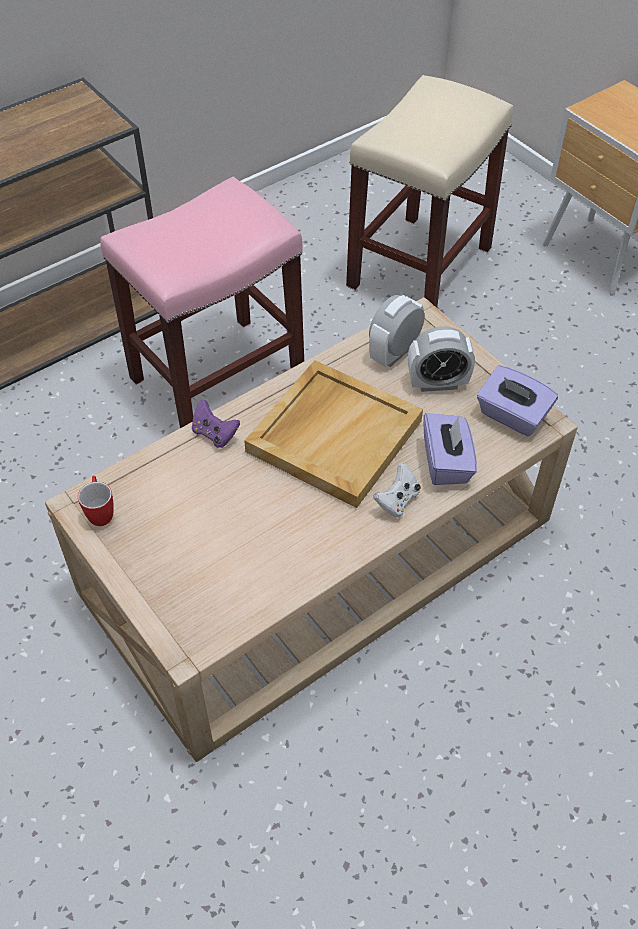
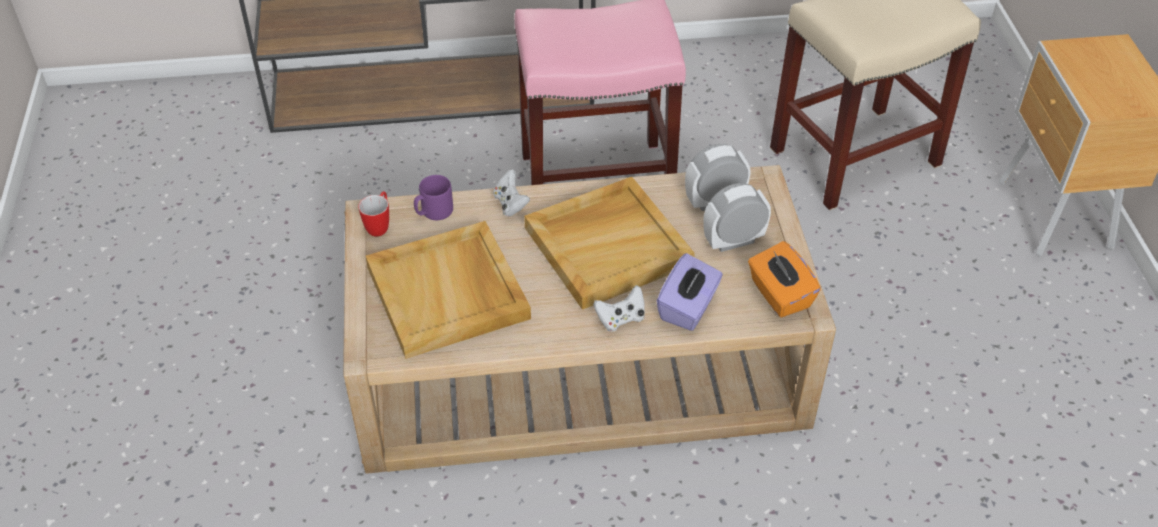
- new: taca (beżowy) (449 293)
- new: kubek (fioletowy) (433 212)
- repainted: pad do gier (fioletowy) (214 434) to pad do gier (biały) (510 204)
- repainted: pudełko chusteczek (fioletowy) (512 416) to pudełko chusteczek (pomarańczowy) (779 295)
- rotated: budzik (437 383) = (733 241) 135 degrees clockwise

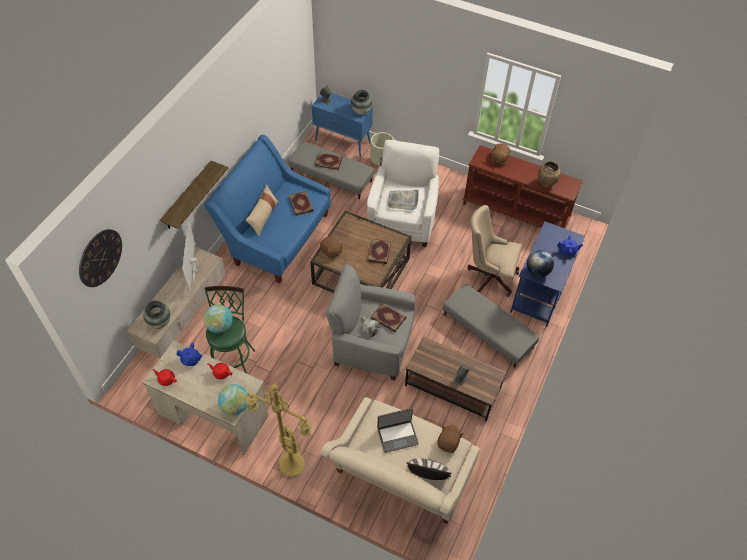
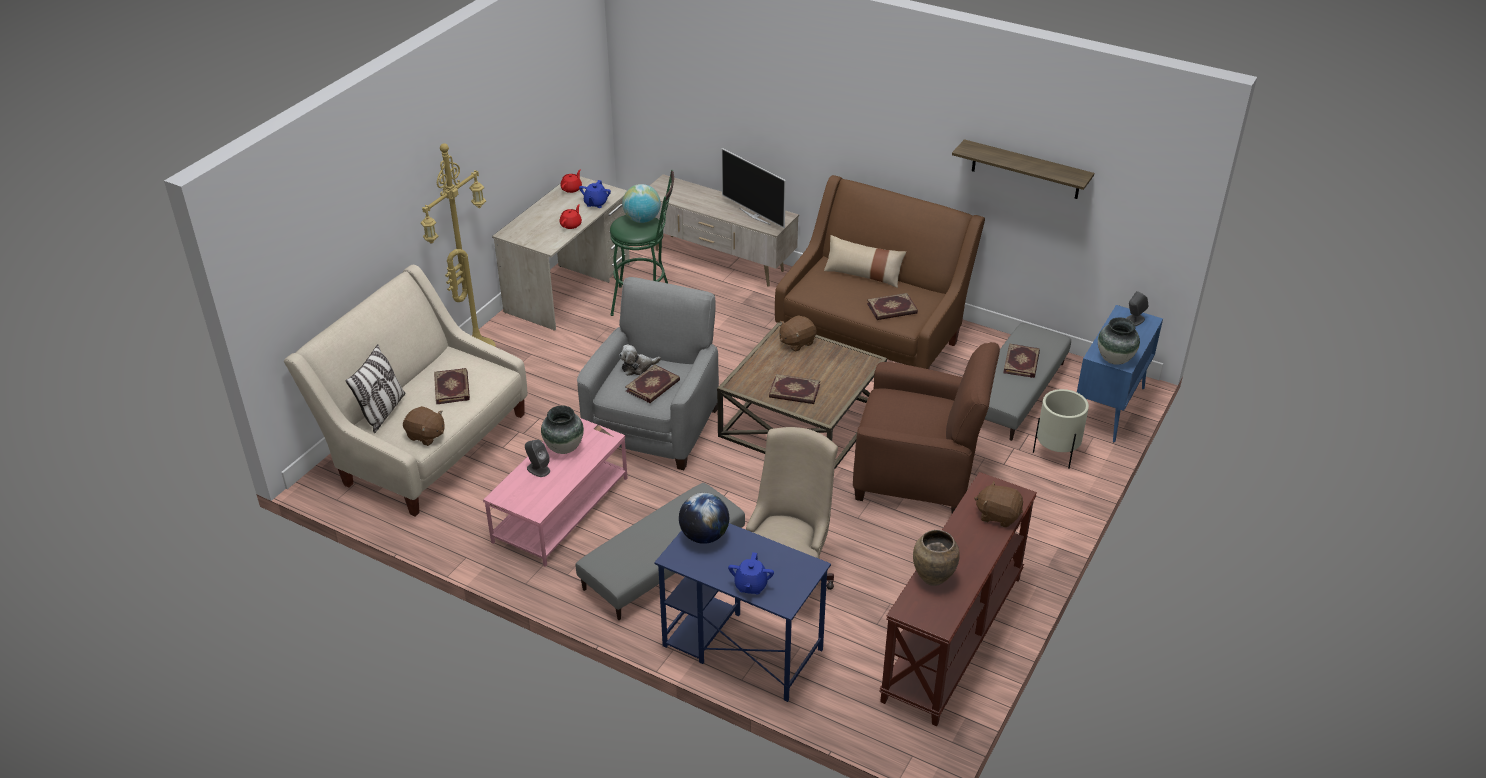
- gone: zegar ścienny (100 258)
- gone: globus (235 406)
- gone: taca (szary) (403 200)
- shifted: wazon (160 322) to (564 448)
- shifted: półka (187 196) to (1026 170)
- swapped: laptop (397 436) to książka (453 388)
- repainted: kanapa (niebieski) (276 237) to kanapa (brązowy) (872 335)
- repainted: fotel (biały) (402 220) to fotel (brązowy) (917 474)
- repainted: ława (brązowy) (452 387) to ława (różowy) (560 509)
- rotated: telewizor (196 270) = (755 216) 135 degrees counterclockwise

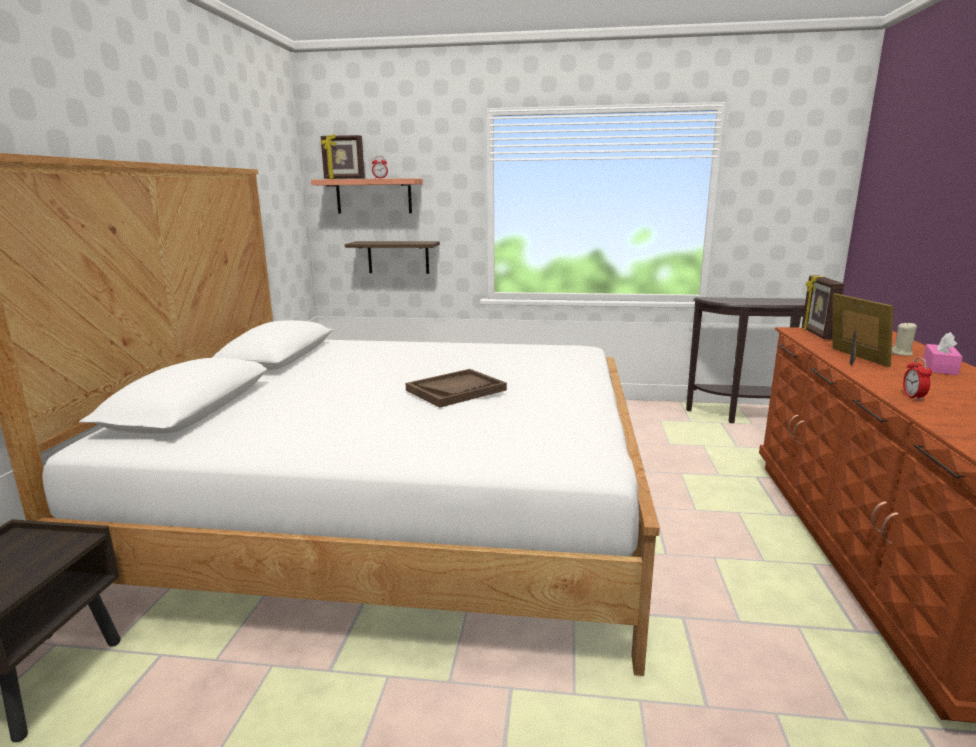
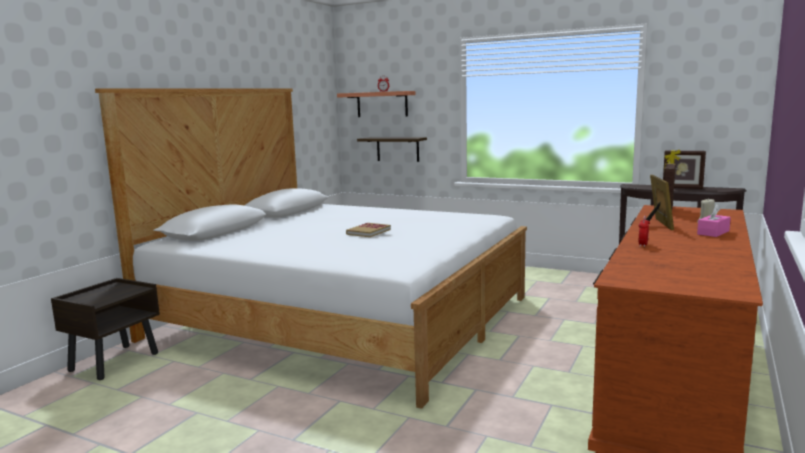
- shifted: ramka na zdjęcie (344 179) to (682 188)
- swapped: taca (brązowy) (456 390) to książka (368 232)

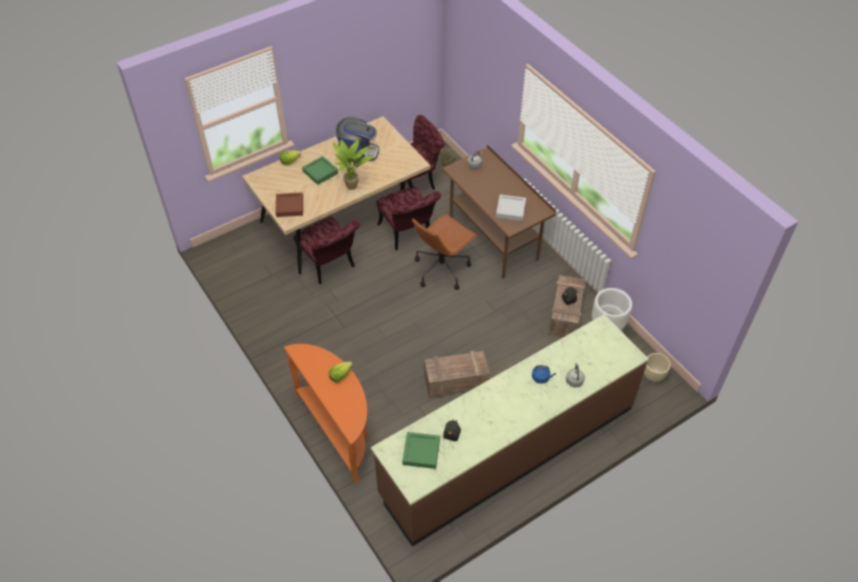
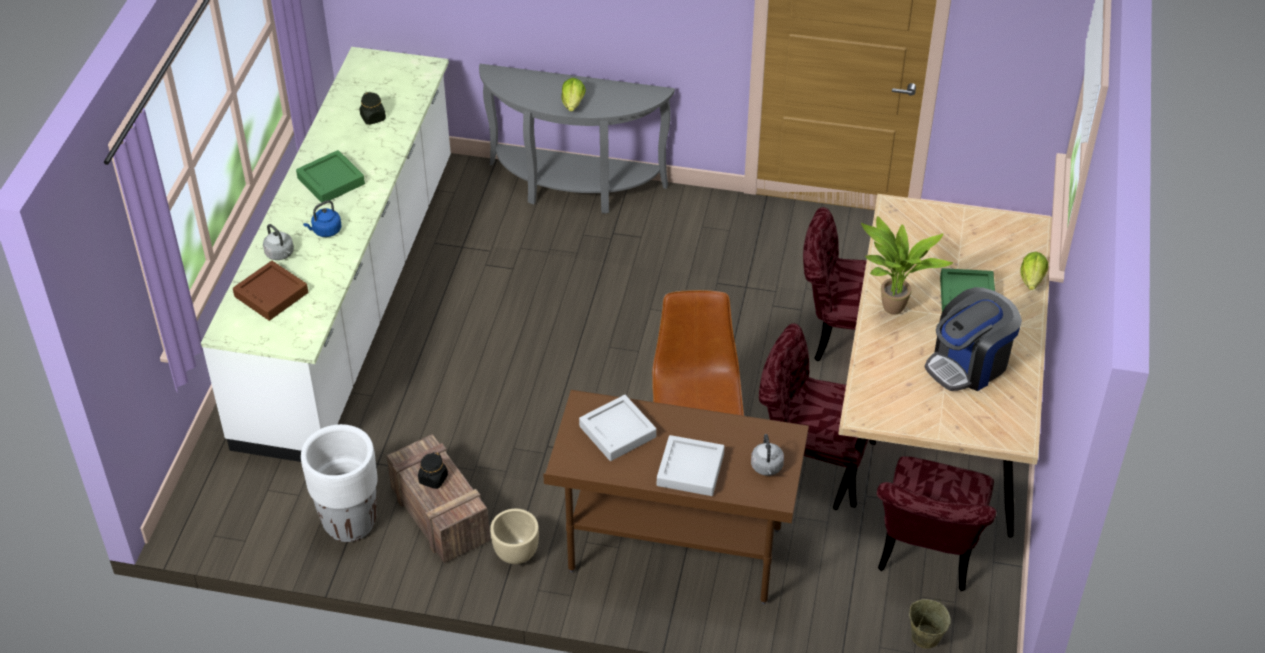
- gone: skrzynka (455 382)
- new: taca (szary) (690 470)
- shifted: taca (brązowy) (289 206) to (271 294)
- shifted: taca (zielony) (421 452) to (331 181)
- shifted: donica (beżowy) (653 376) to (515 554)
- repainted: stolik konsolowy (pomarańczowy) (339 429) to stolik konsolowy (szary) (573 189)
- repainted: zabudowa kuchenna (brązowy) (508 450) to zabudowa kuchenna (biały) (351 298)

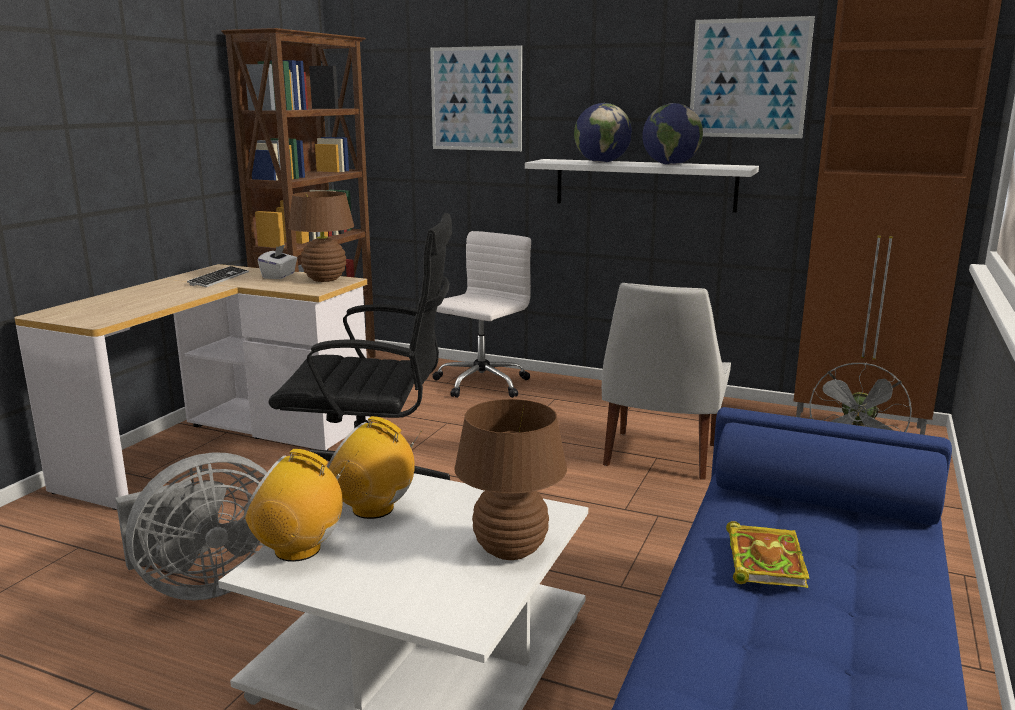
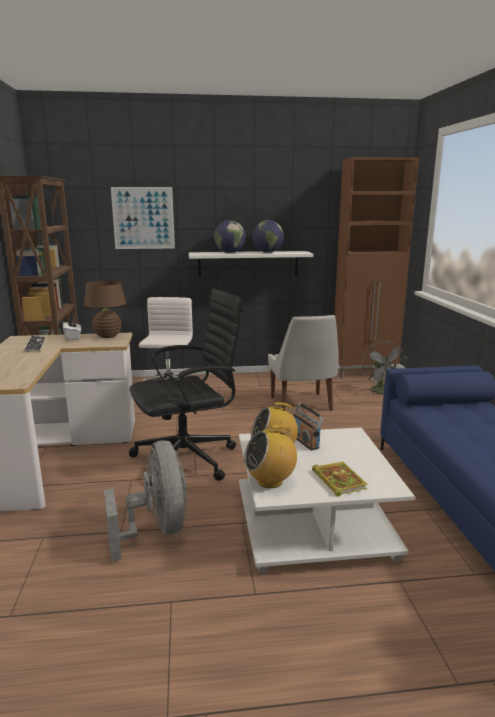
- gone: lampa stołowa (brązowy) (510 550)
- gone: obraz (748 78)
- new: radio (305 441)
- shifted: książka (763 559) to (338 480)
- rotated: wentylator (szary) (205 584) = (157 530) 45 degrees counterclockwise

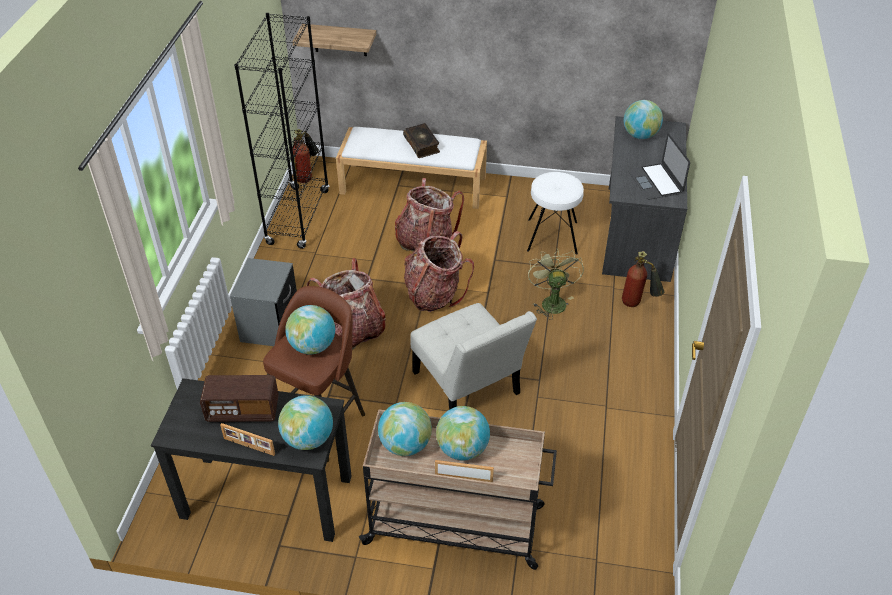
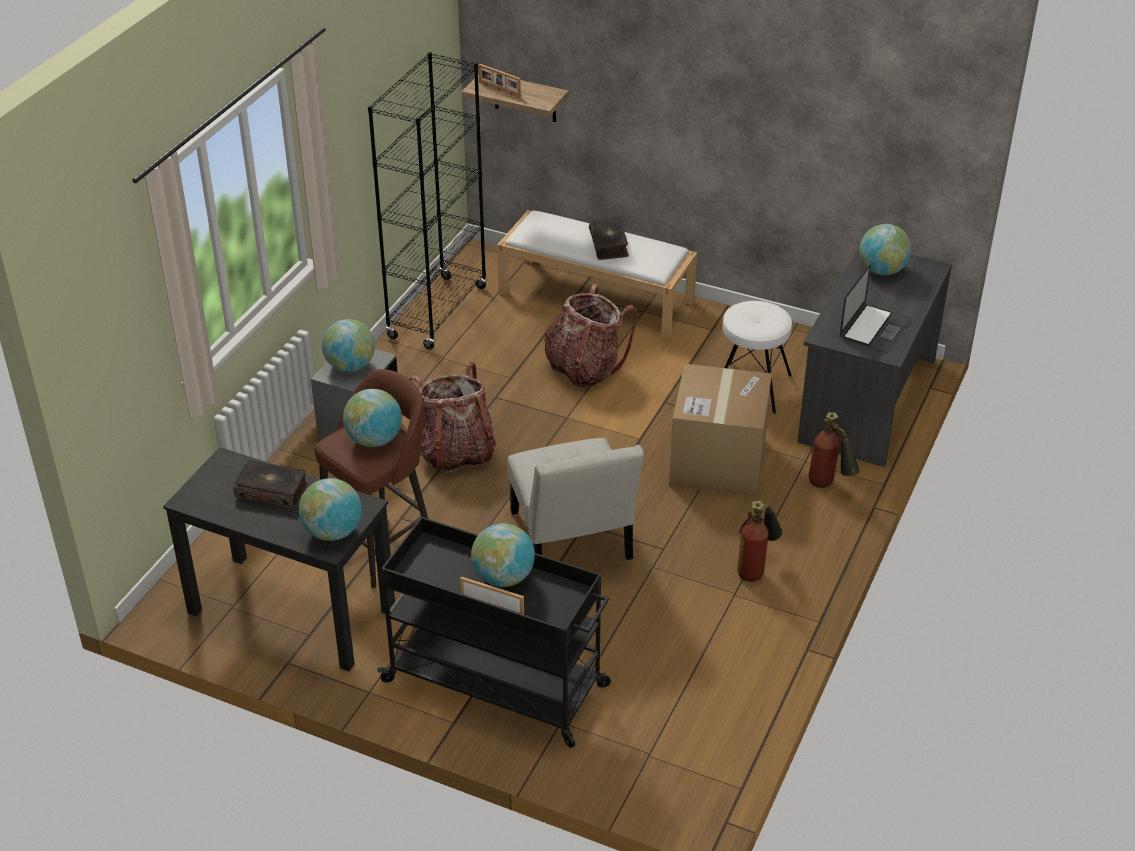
- gone: plecak (434 294)
- shifted: ramka na zdjęcie (249 447) to (499 90)
- shifted: gaśnica (307 175) to (756 568)
- shifted: globus (405 445) to (350 366)
- swapped: radio (243 411) to książka (272 491)
- swapped: wentylator (zielony) (551 301) to karton (717 463)
- repainted: wózek (beżowy) (456 525) to wózek (czarny) (498 684)
- rotated: laptop (655 181) = (874 328) 150 degrees counterclockwise

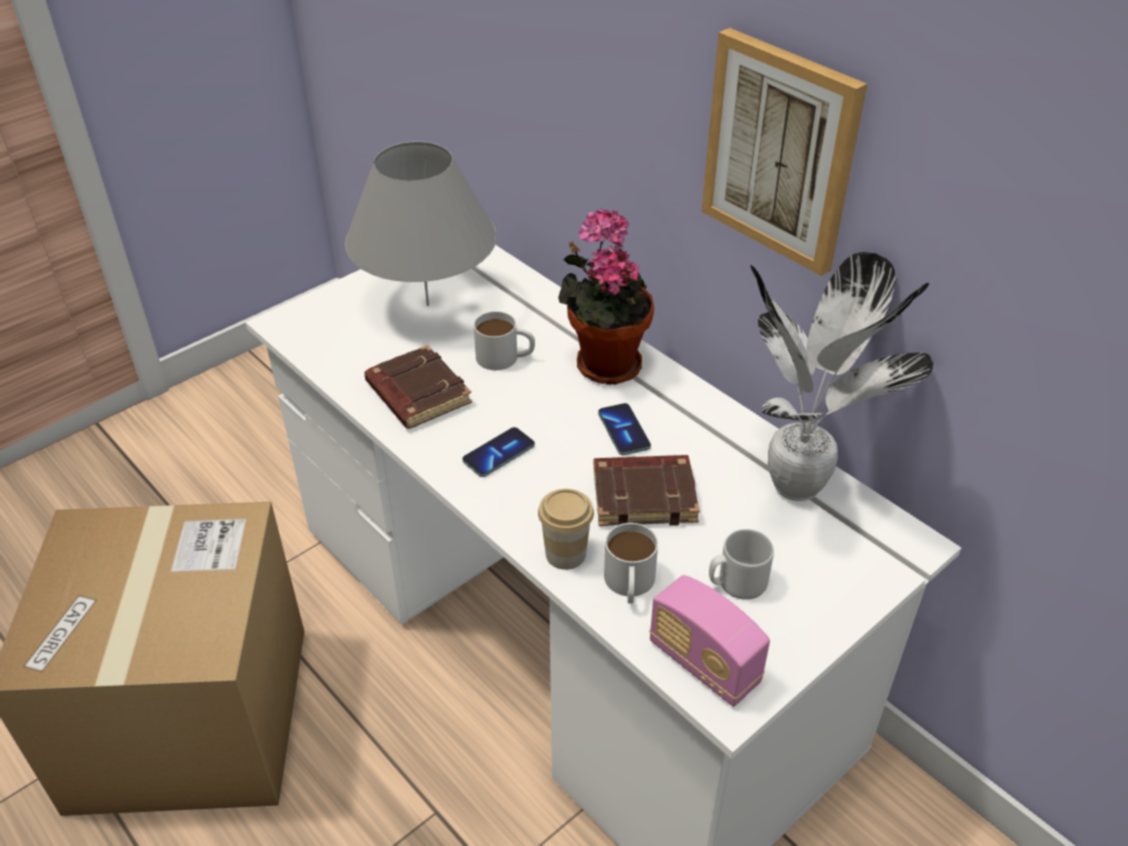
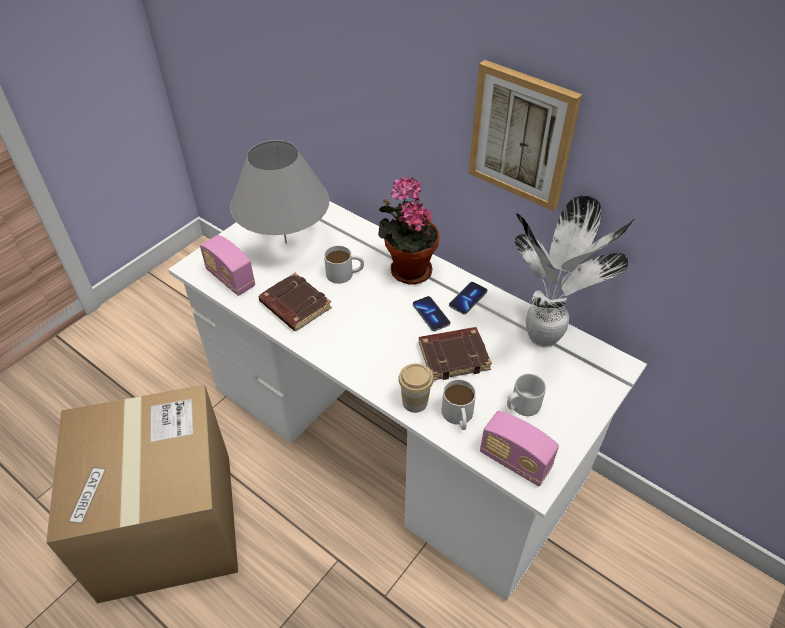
- new: radio (230 279)
- shifted: telefon (499 454) to (468 299)

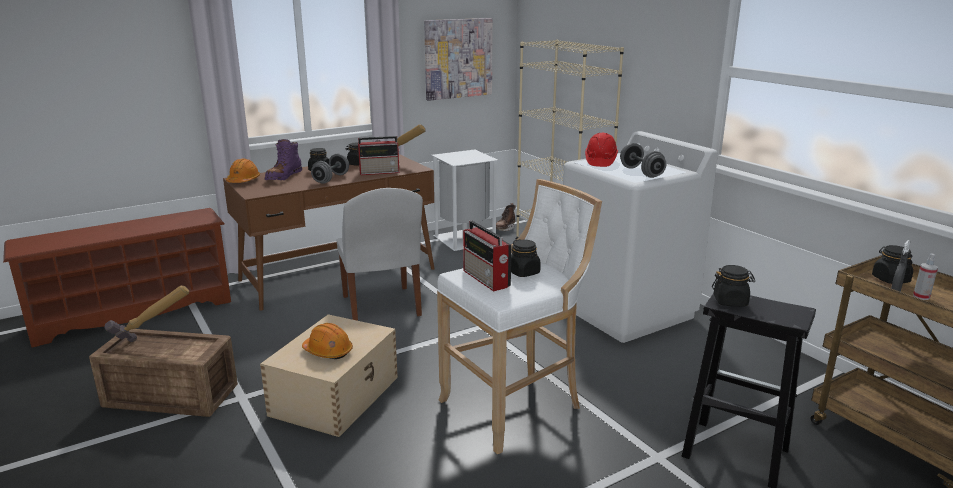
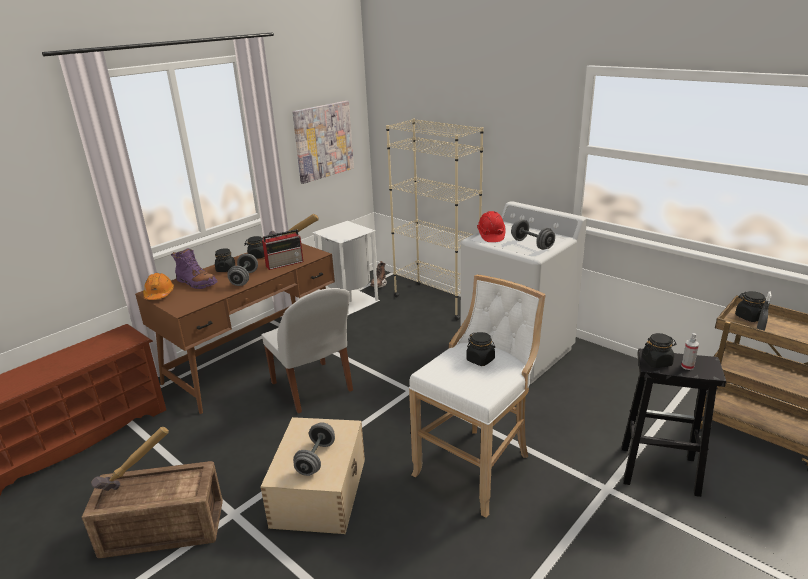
- gone: radio (486 279)
- shifted: spryskiwacz (921 297) to (687 366)
- swapped: kask (pomarańczowy) (328 351) to hantel (szary) (316 459)
- rotated: but z cholewką (fioletowy) (284 177) = (196 283) 60 degrees counterclockwise

